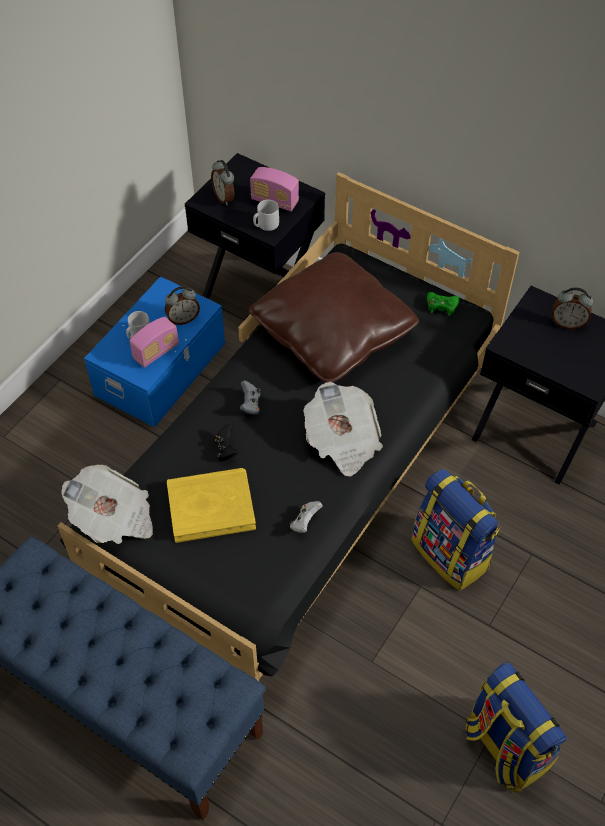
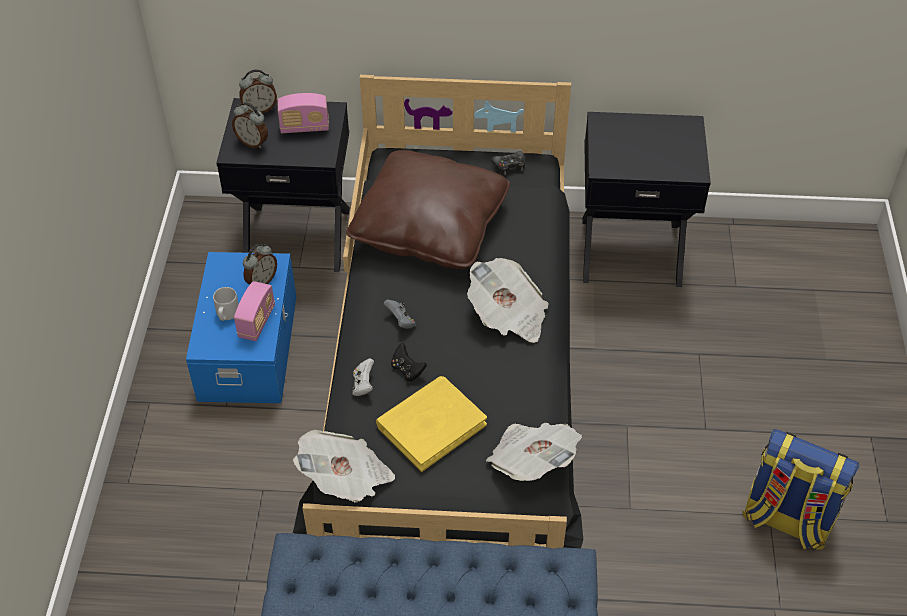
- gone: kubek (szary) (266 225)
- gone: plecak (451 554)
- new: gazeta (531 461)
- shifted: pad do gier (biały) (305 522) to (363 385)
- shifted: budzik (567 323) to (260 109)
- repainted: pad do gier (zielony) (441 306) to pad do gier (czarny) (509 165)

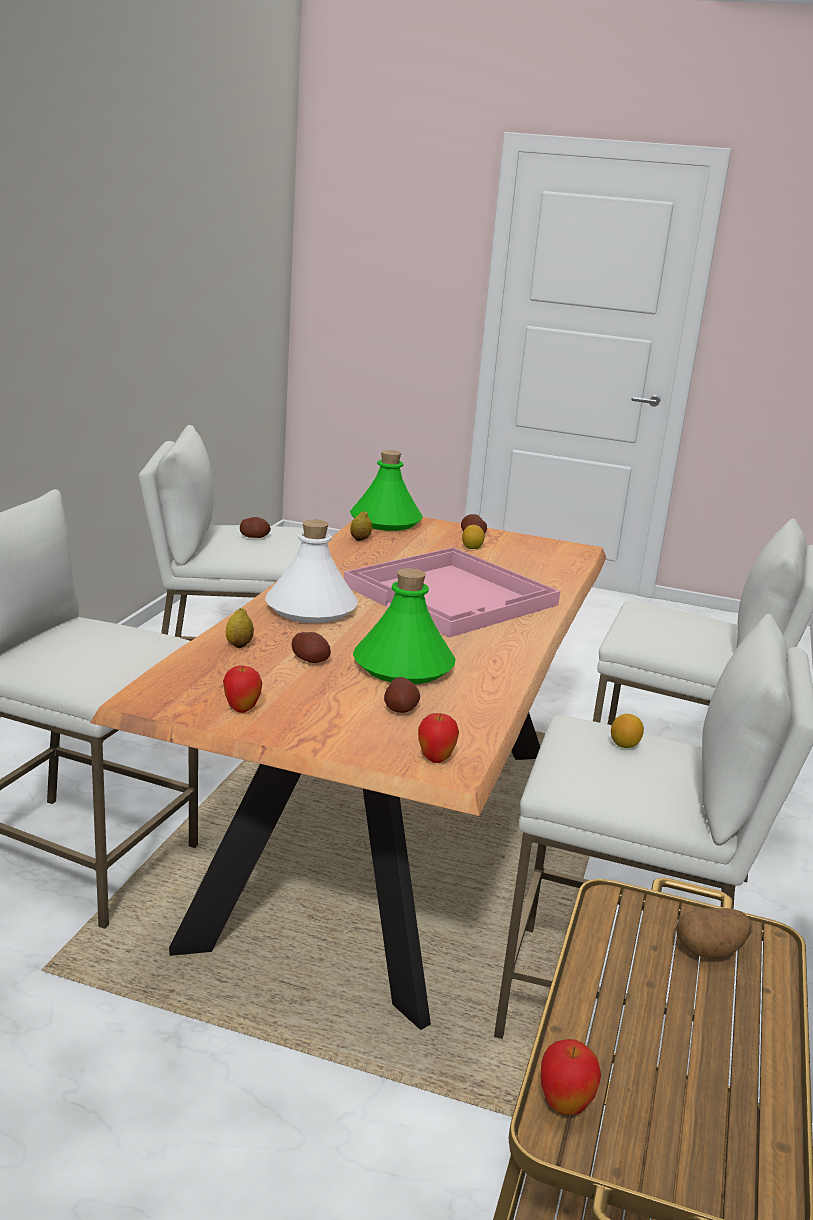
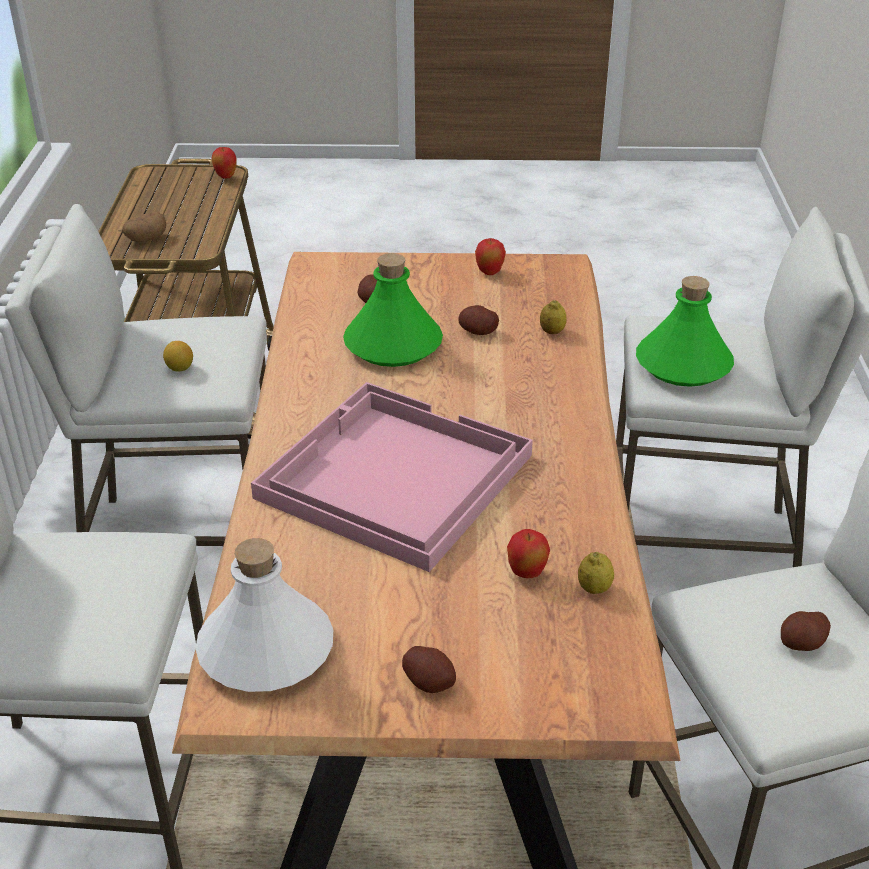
- gone: cytryna (472 548)
- shifted: butelka (biały) (310 609) to (267 649)
- shifted: butelka (zielony) (385 522) to (683 364)
- shifted: jabłko (435 759) to (526 573)

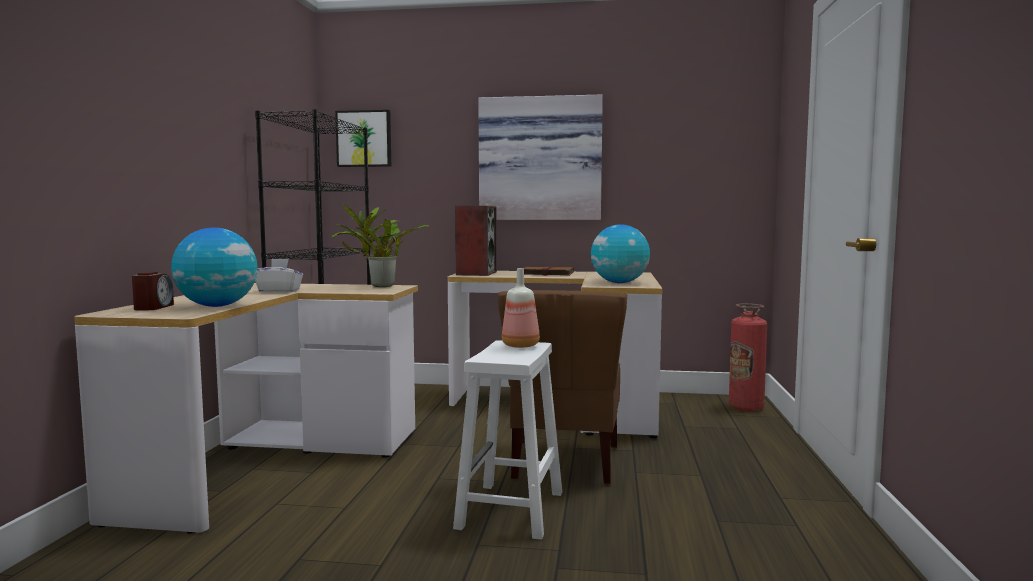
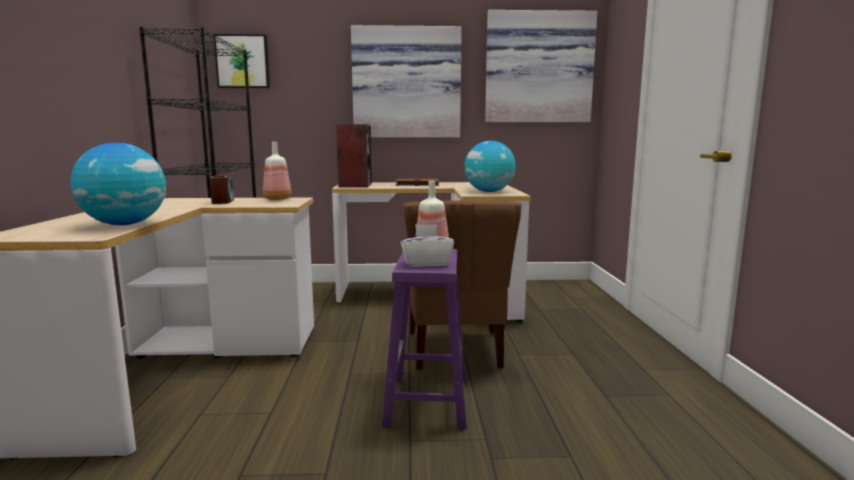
- gone: gaśnica (746 407)
- new: obraz (538 68)
- shifted: budzik (153 307) to (223 202)
- shifted: pudełko chusteczek (biały) (279 291) to (426 263)
- swapped: roślina doniczkowa (379 286) to butelka (277 199)
- repainted: stołek (biały) (511 511) to stołek (fioletowy) (427 402)

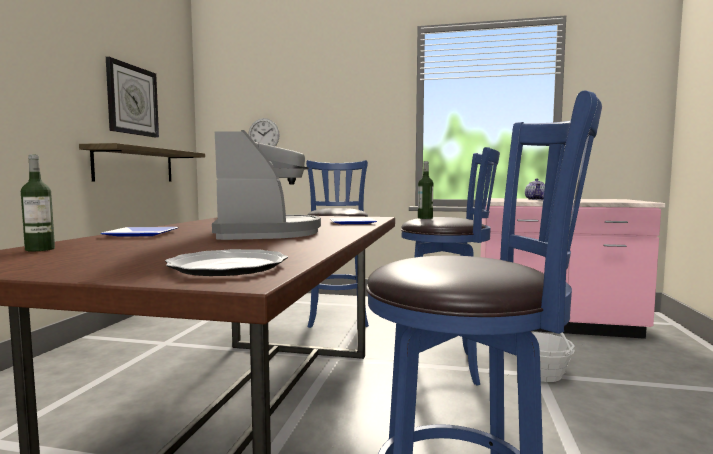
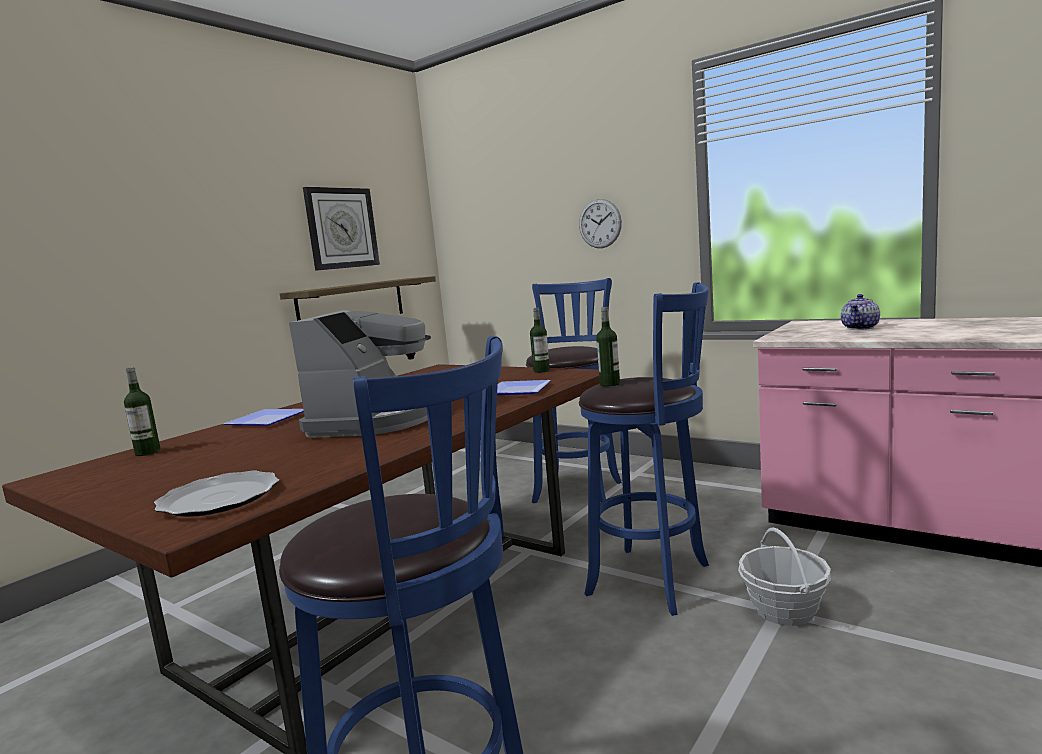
- new: butelka (541 371)
- shifted: zegar ścienny (263 135) to (600 223)

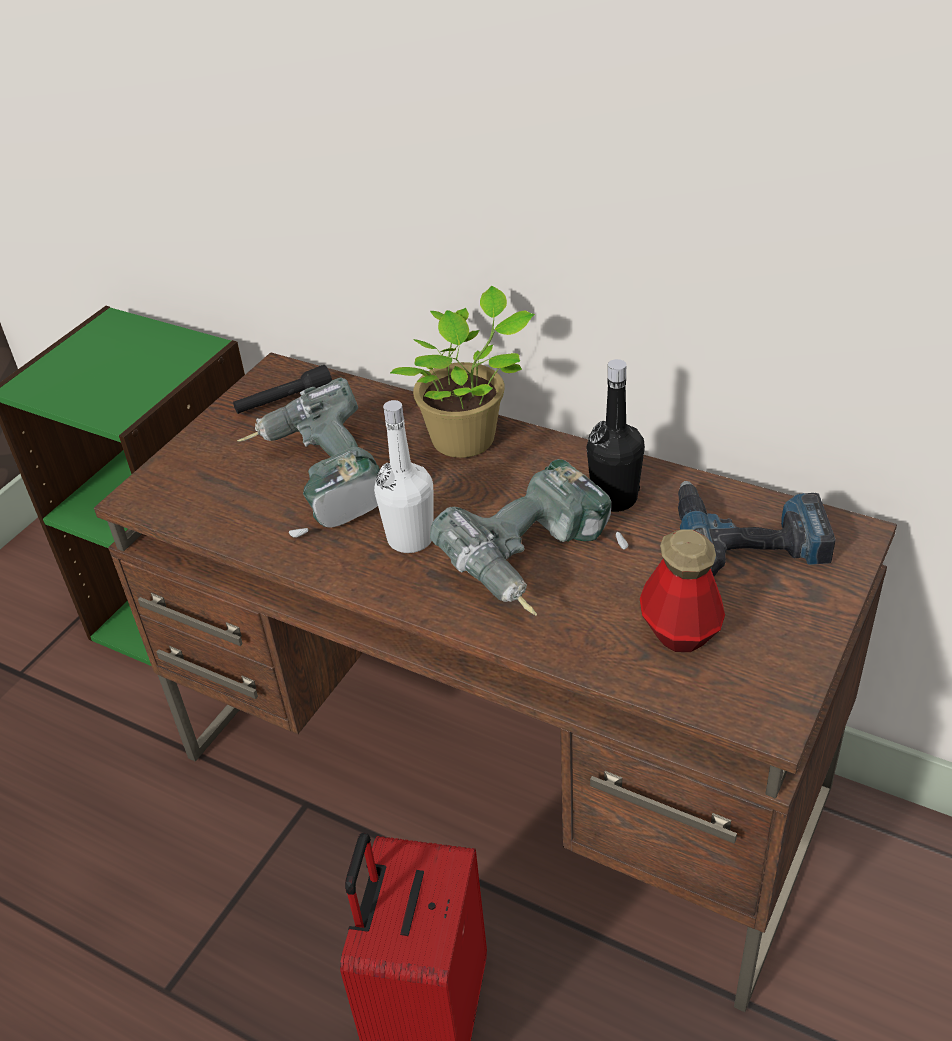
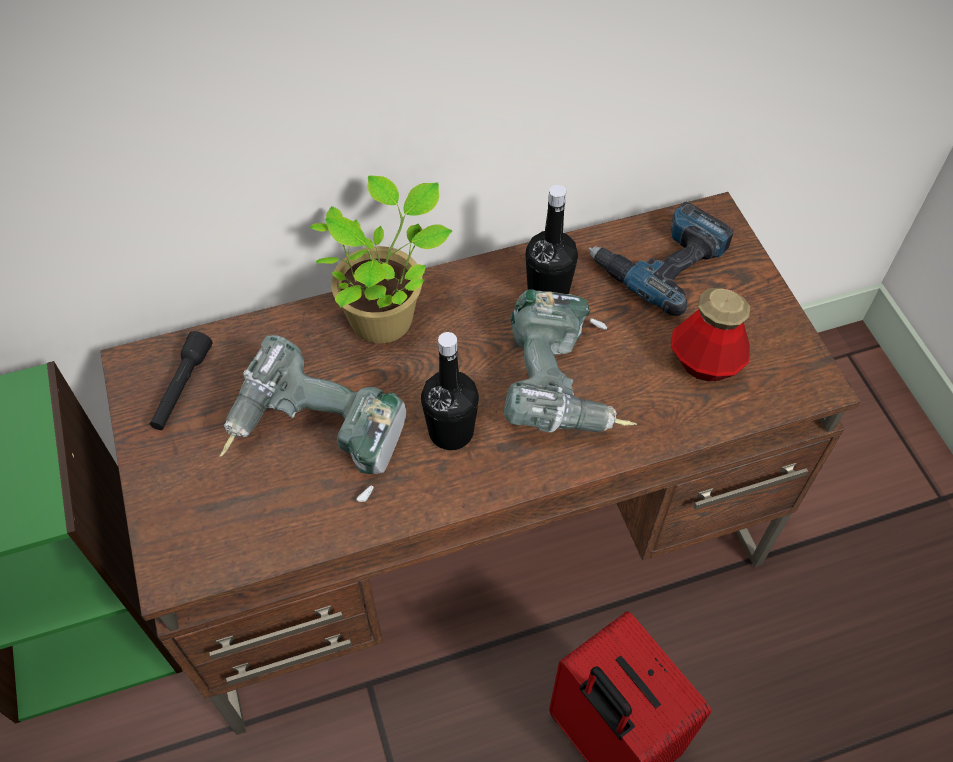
- repainted: butelka (biały) (410 538) to butelka (czarny) (451 432)

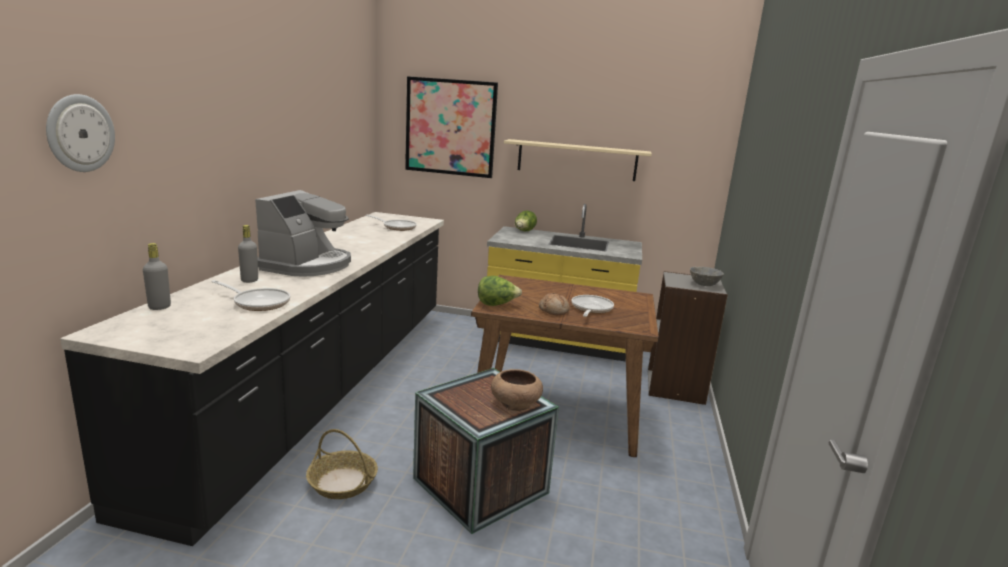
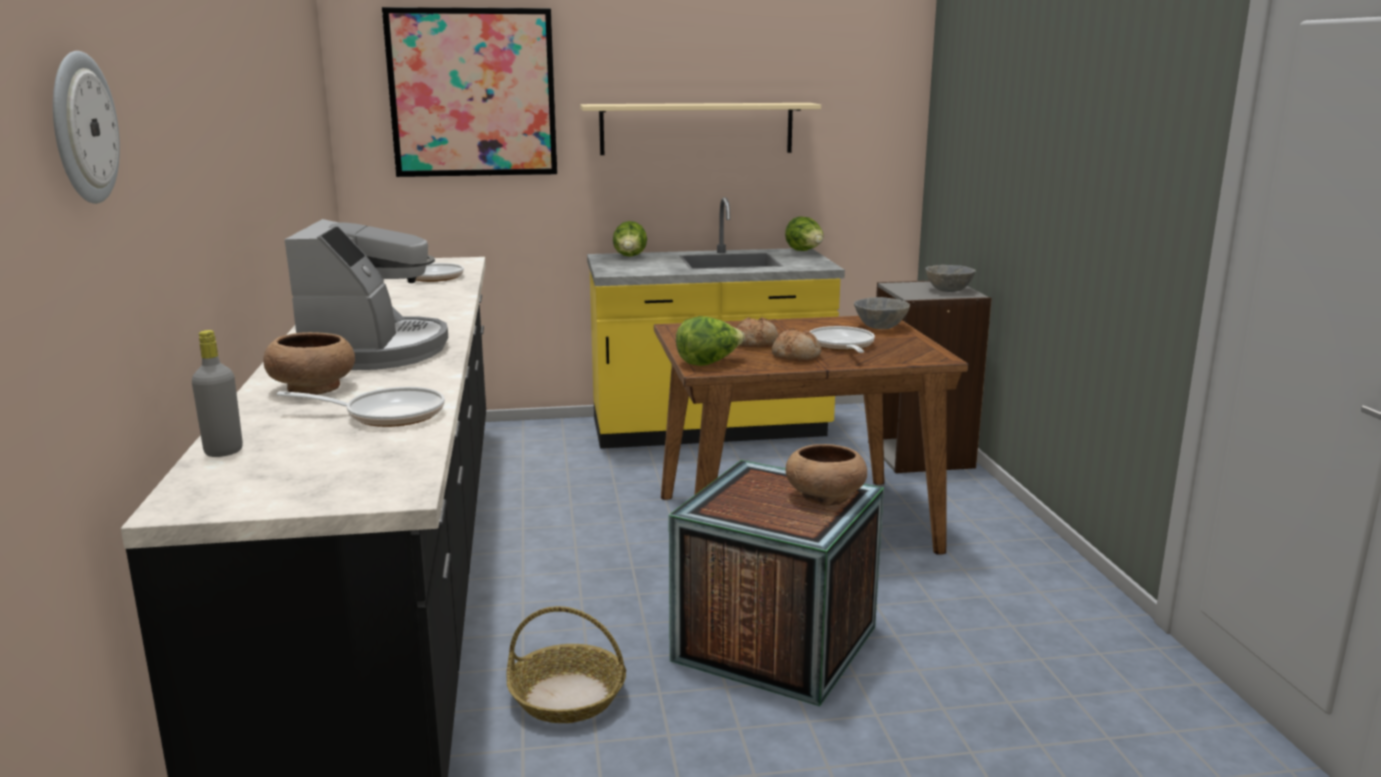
- new: chleb (756 343)
- new: sałata (805 251)
- new: miska (szary) (880 327)
- swapped: butelka (szary) (249 280) to miska (brązowy) (313 388)

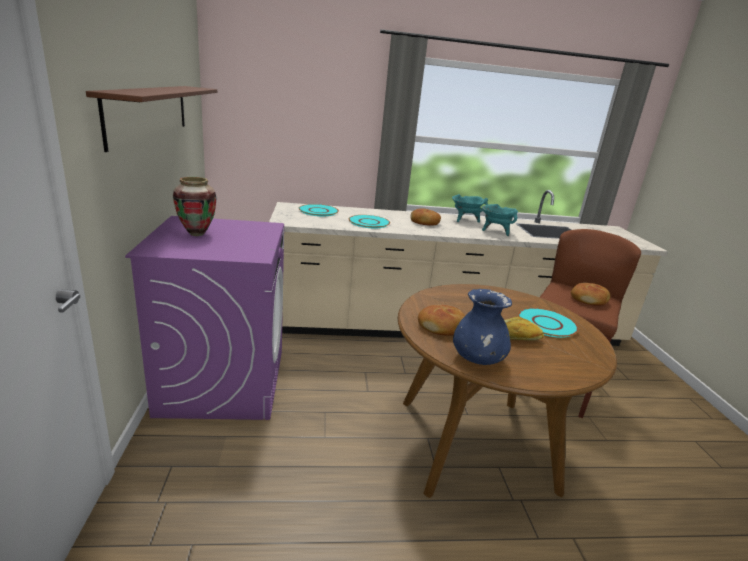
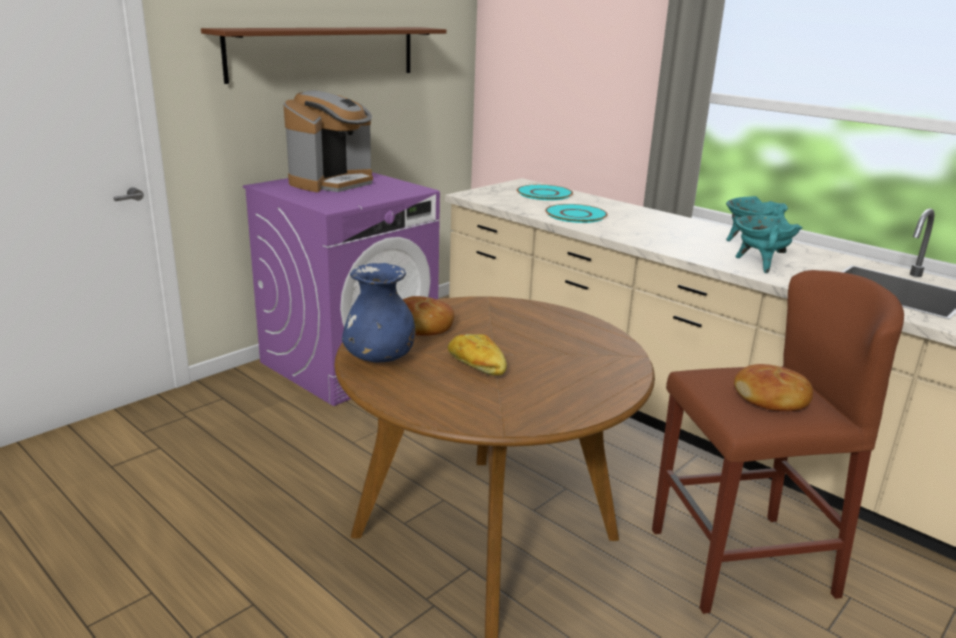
- gone: chleb (424 222)
- gone: talerz (turkusowy) (546 324)
- swapped: wazon (197 234) to ekspres do kawy (332 183)

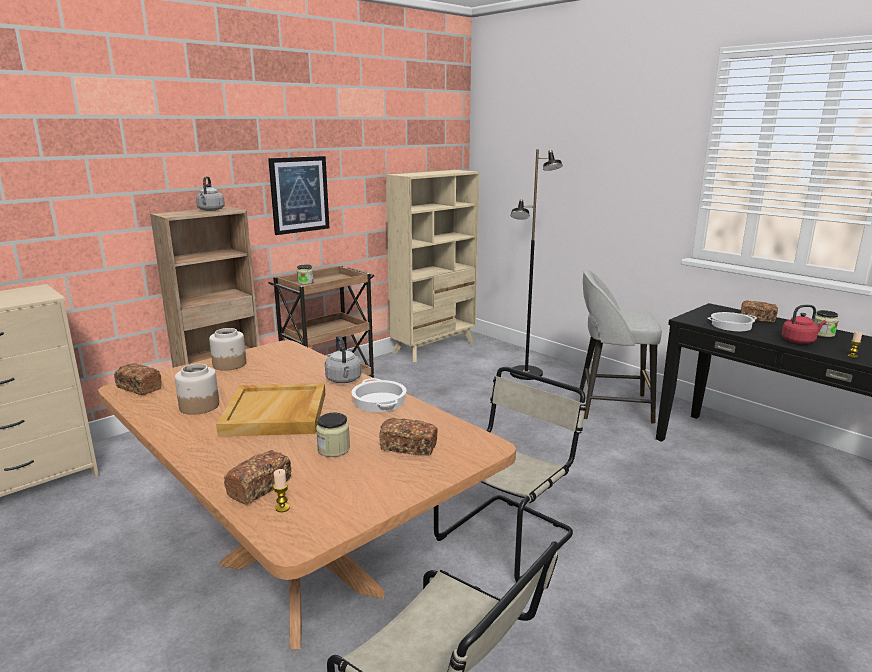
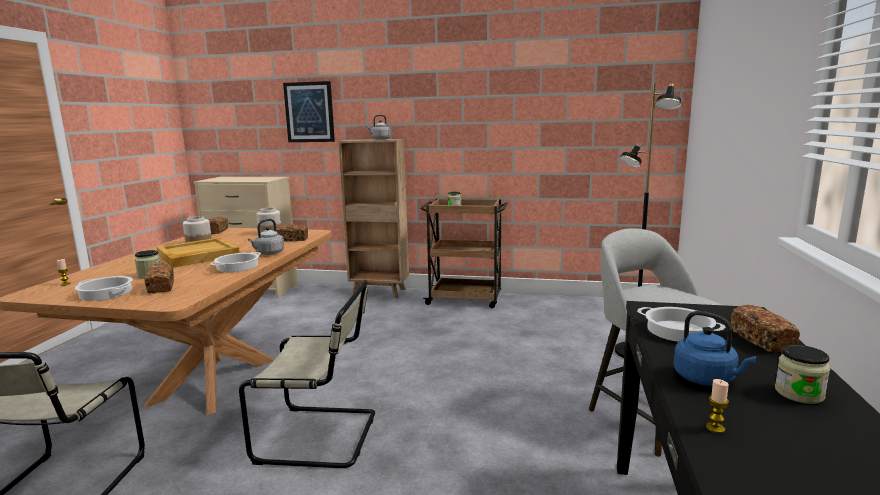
- gone: regał (beżowy) (434 348)
- new: garnek (105 293)
- shifted: chleb (259 487) to (292 240)
- shifted: obraz (299 194) to (309 112)
- repainted: czajnik (czerwony) (799 341) to czajnik (niebieski) (707 379)

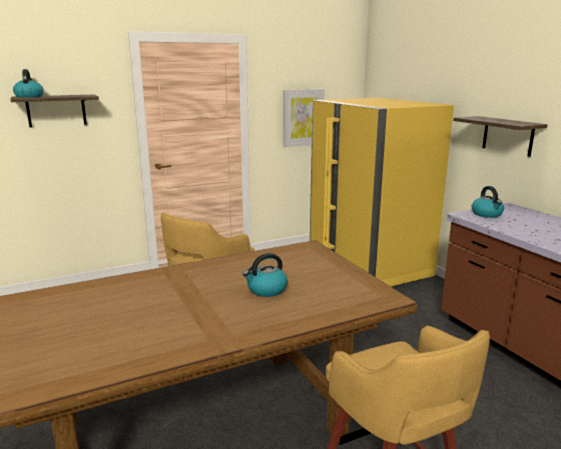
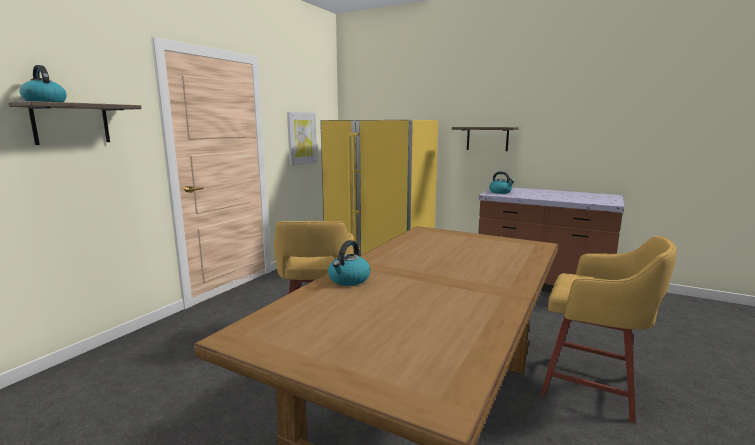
- shifted: czajnik (266 290) to (349 280)

